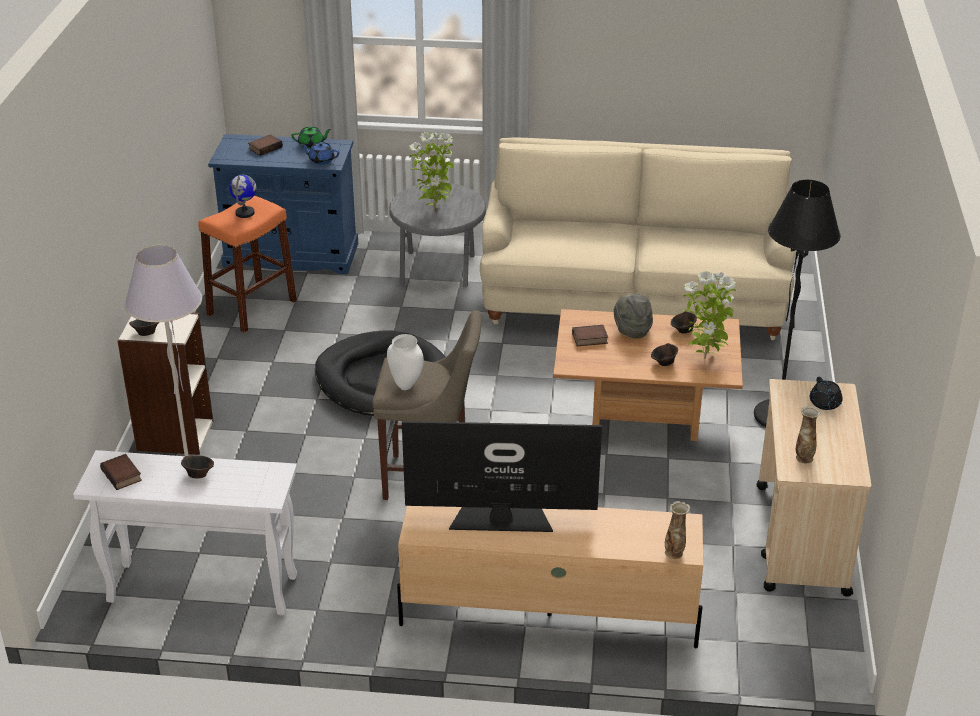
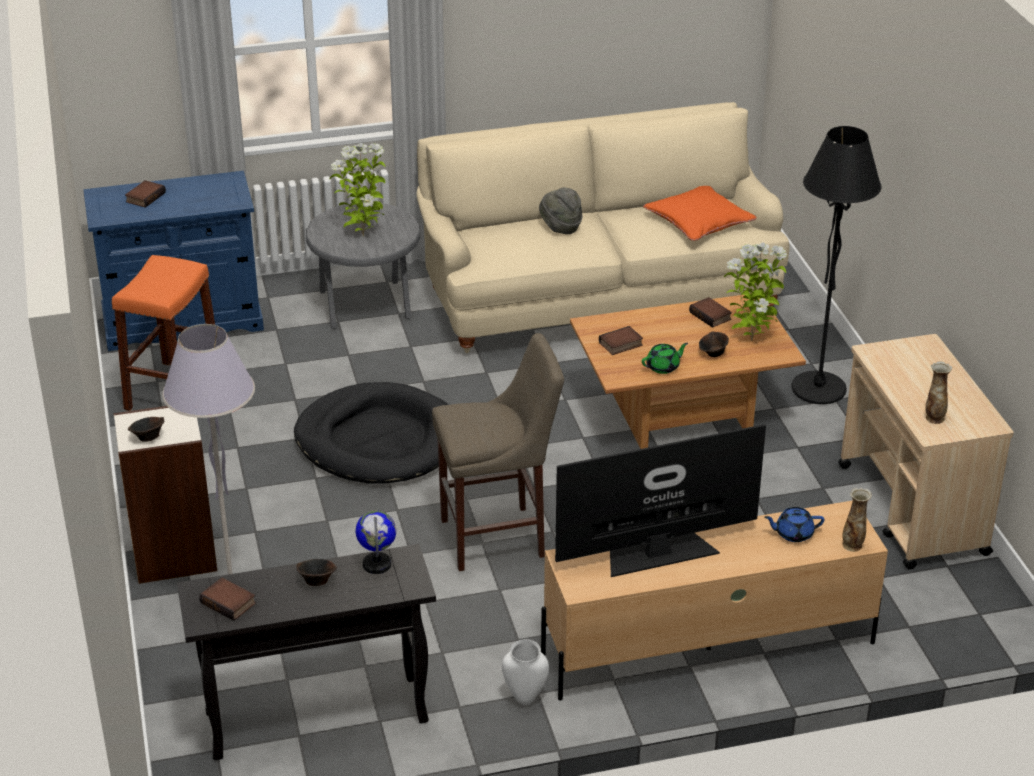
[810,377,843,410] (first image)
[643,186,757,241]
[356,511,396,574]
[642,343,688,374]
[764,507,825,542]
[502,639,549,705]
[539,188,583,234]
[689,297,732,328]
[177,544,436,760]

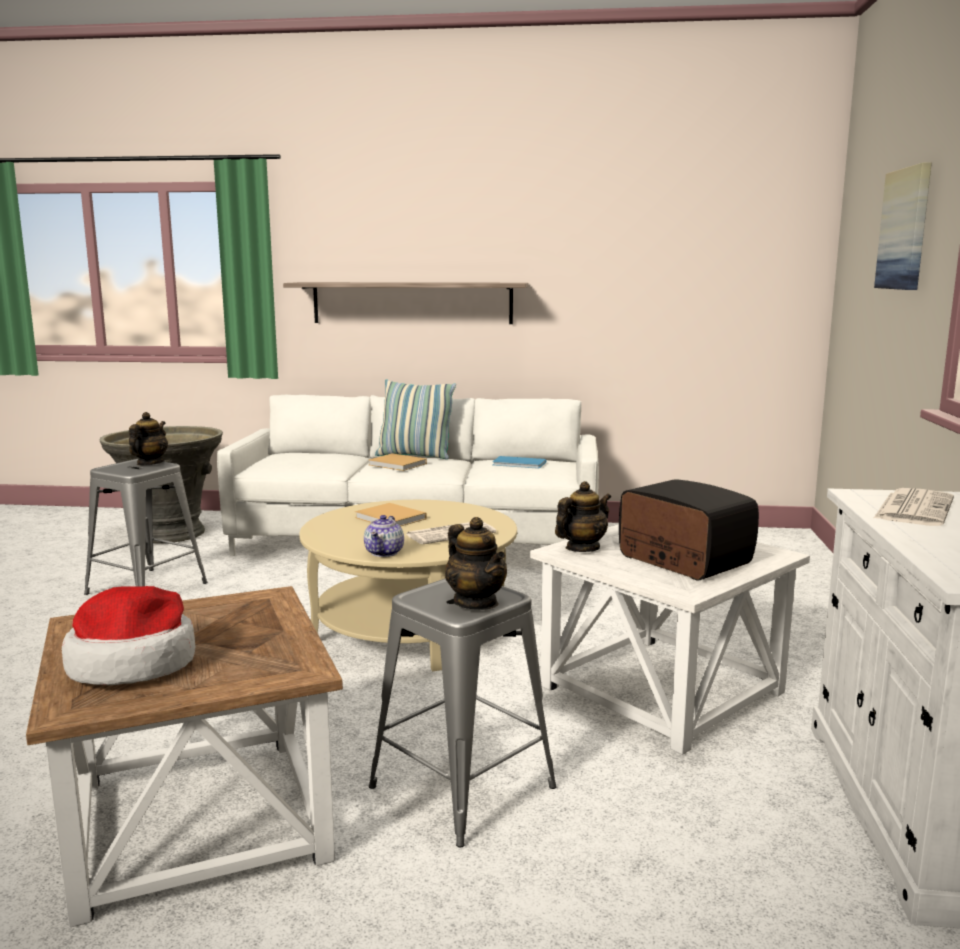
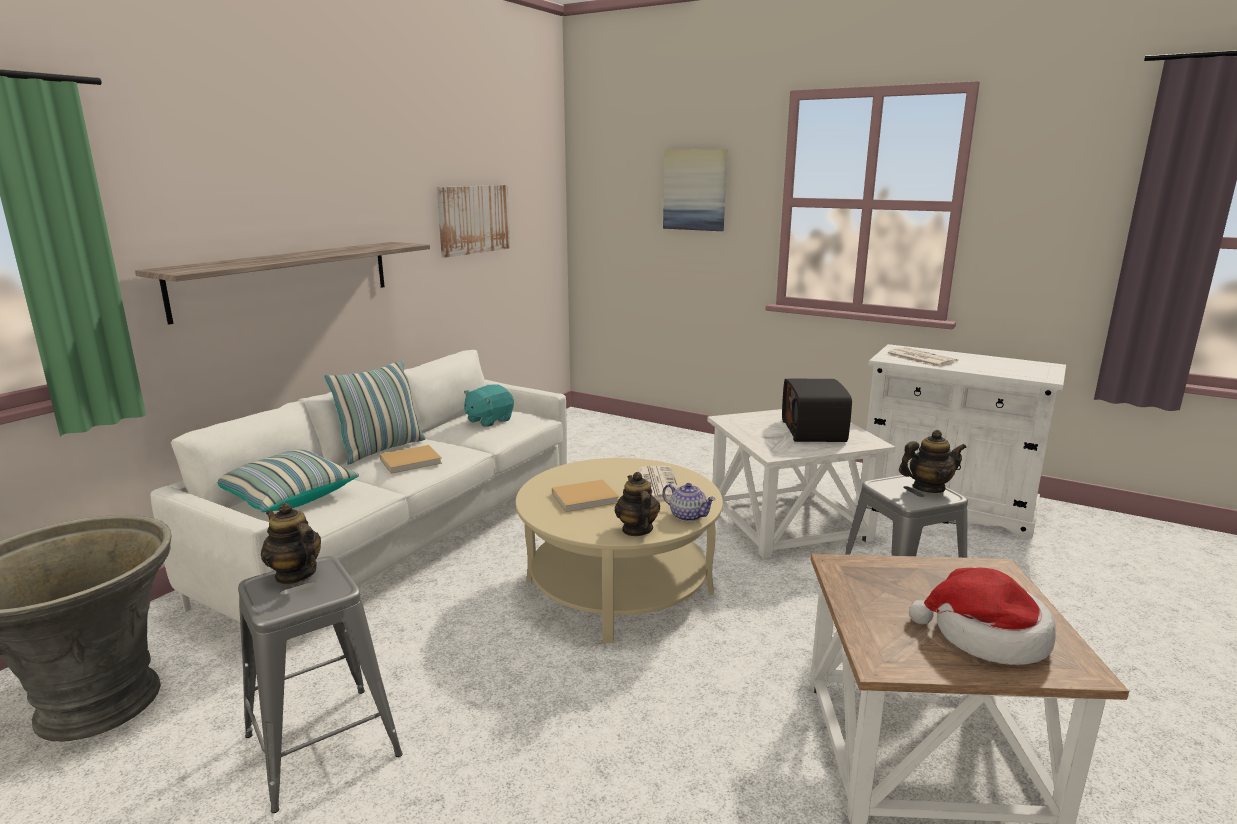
[218,450,359,512]
[437,185,510,258]
[615,472,660,536]
[464,384,514,427]
[782,379,852,442]

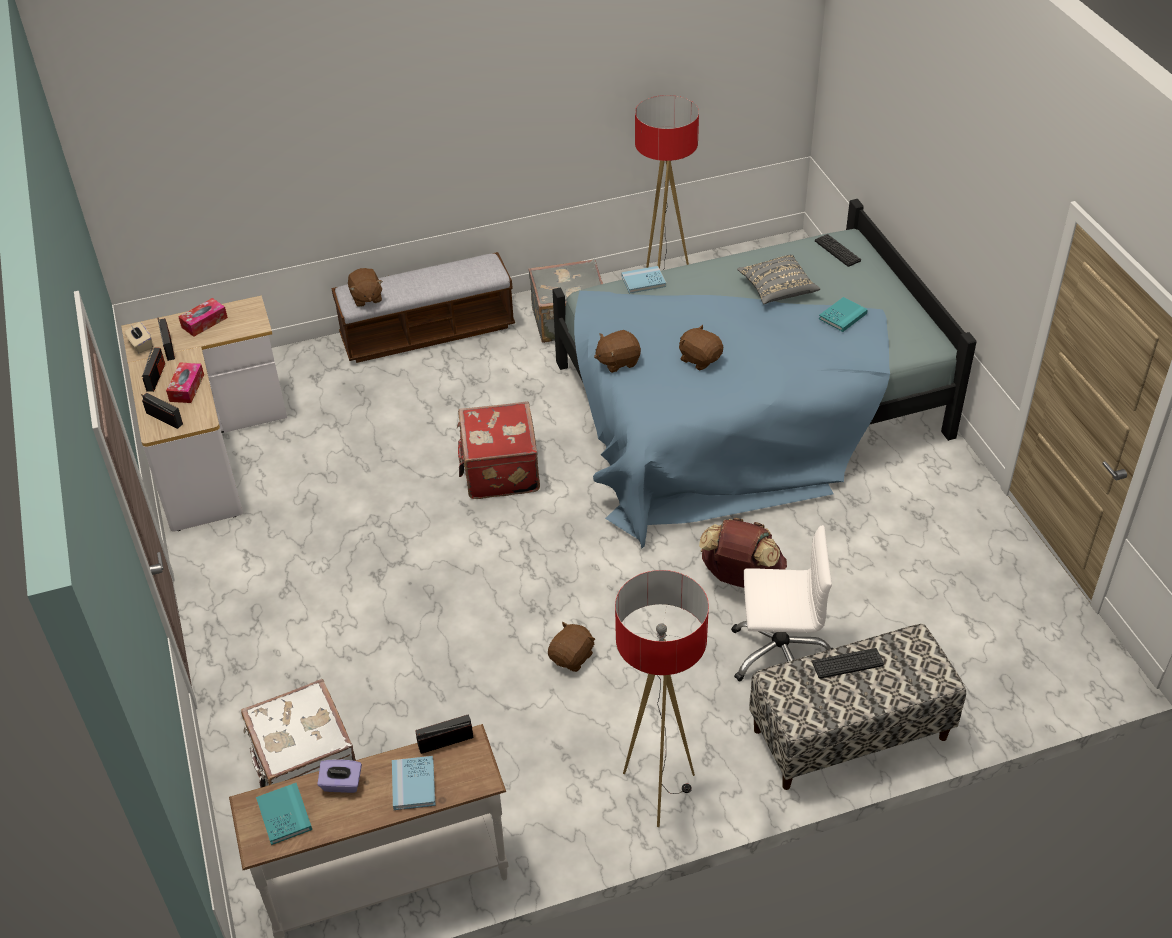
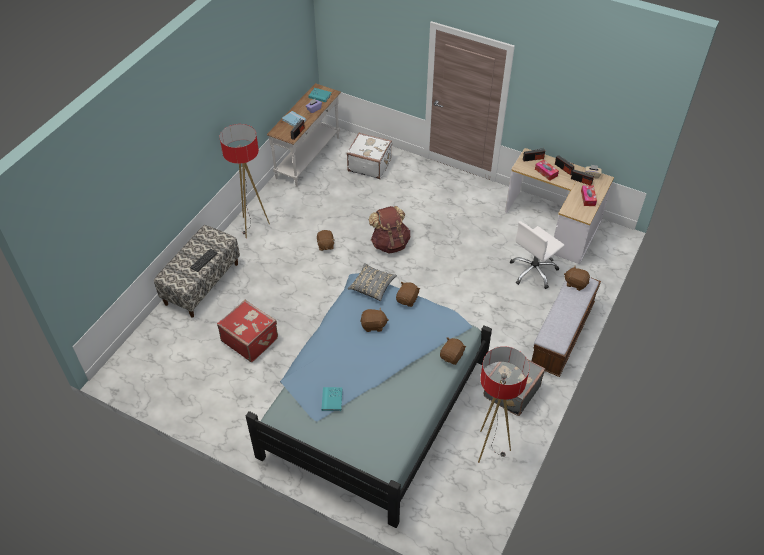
[815,234,861,267] (first image)
[217,300,278,362]
[369,206,410,254]
[510,221,564,289]
[348,263,397,301]
[440,337,466,365]

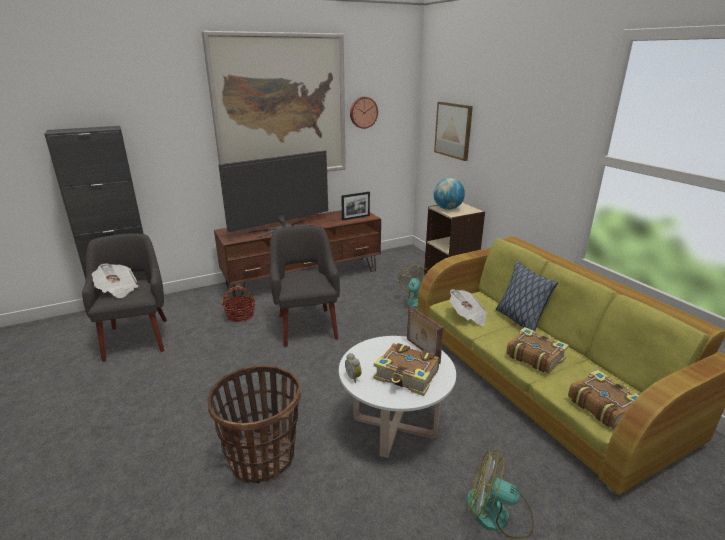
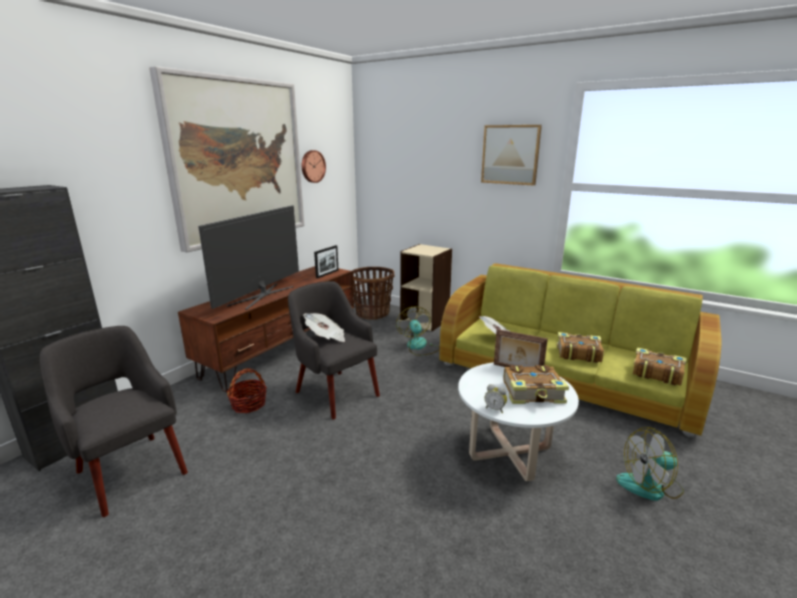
[433,178,465,210] (first image)
[495,261,558,331] (first image)
[303,313,345,342]
[352,267,395,320]
[481,125,542,186]

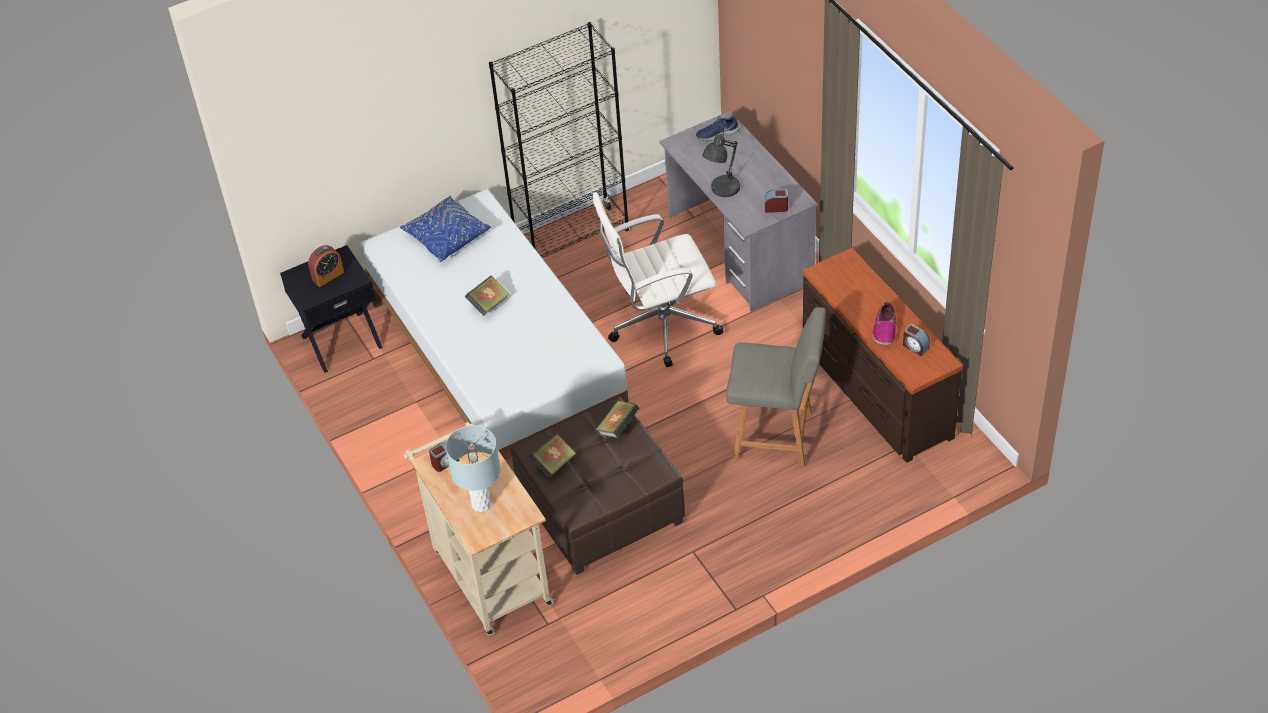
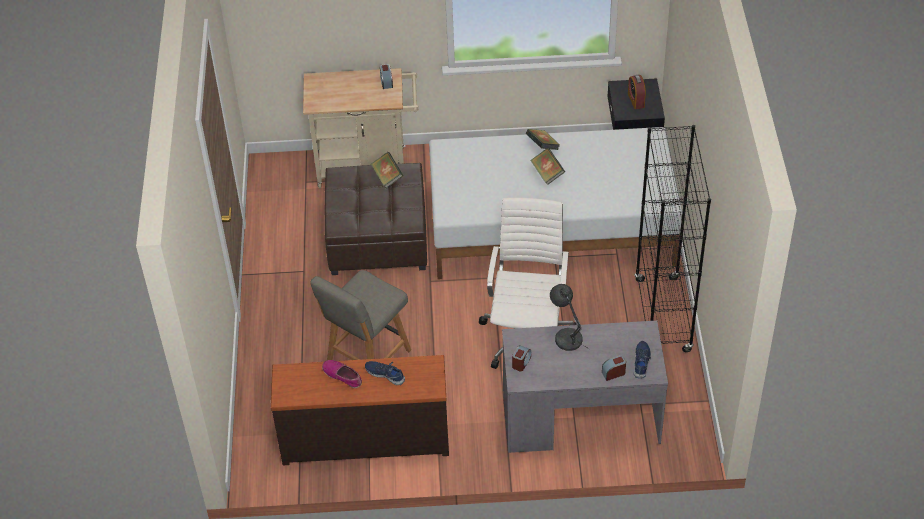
[400,196,491,262] (first image)
[446,425,501,512] (first image)
[365,361,405,385]
[526,129,560,150]
[602,355,626,381]

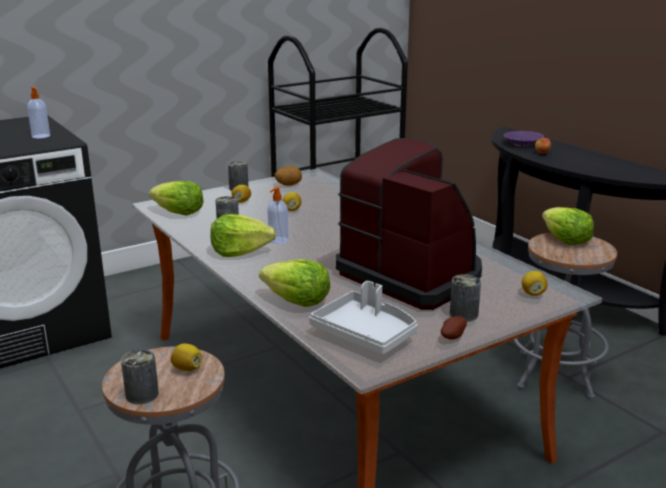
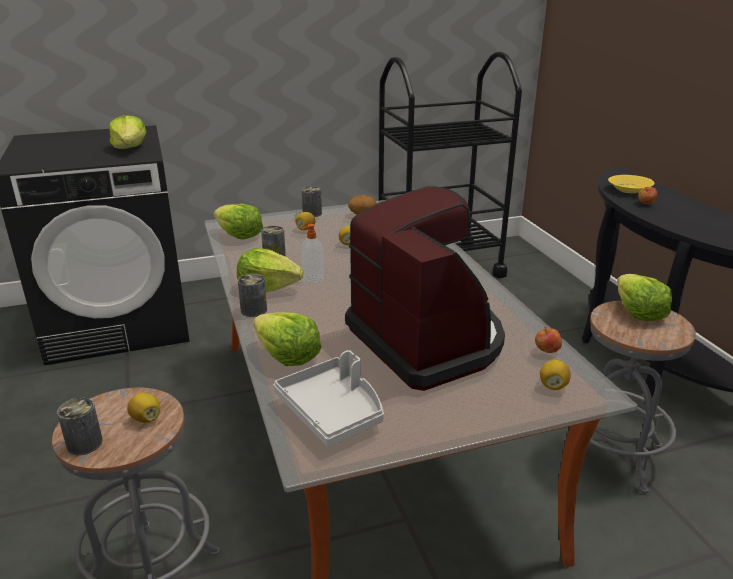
[441,316,467,340] (first image)
[535,327,562,353]
[238,274,267,317]
[109,115,147,149]
[608,175,654,193]

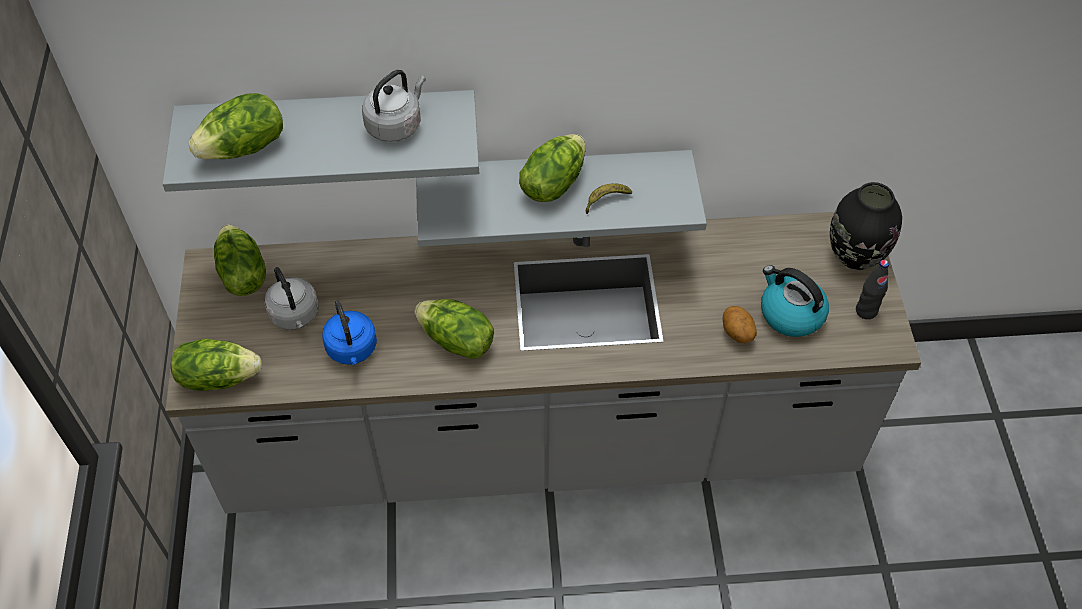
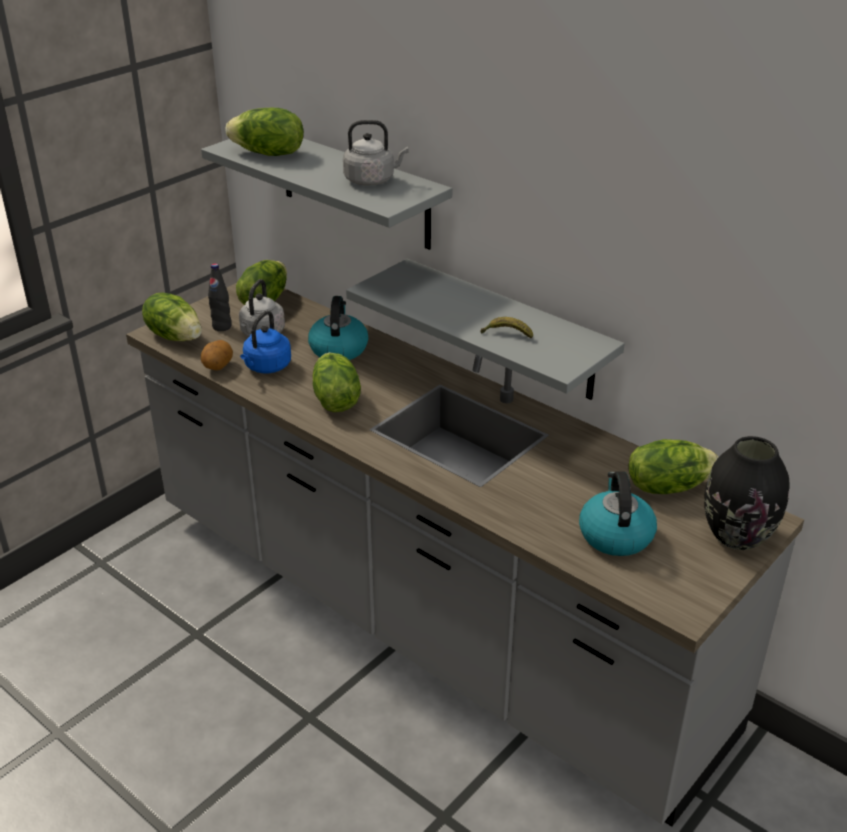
[308,296,368,360]
[628,439,719,494]
[201,340,233,370]
[208,263,232,331]

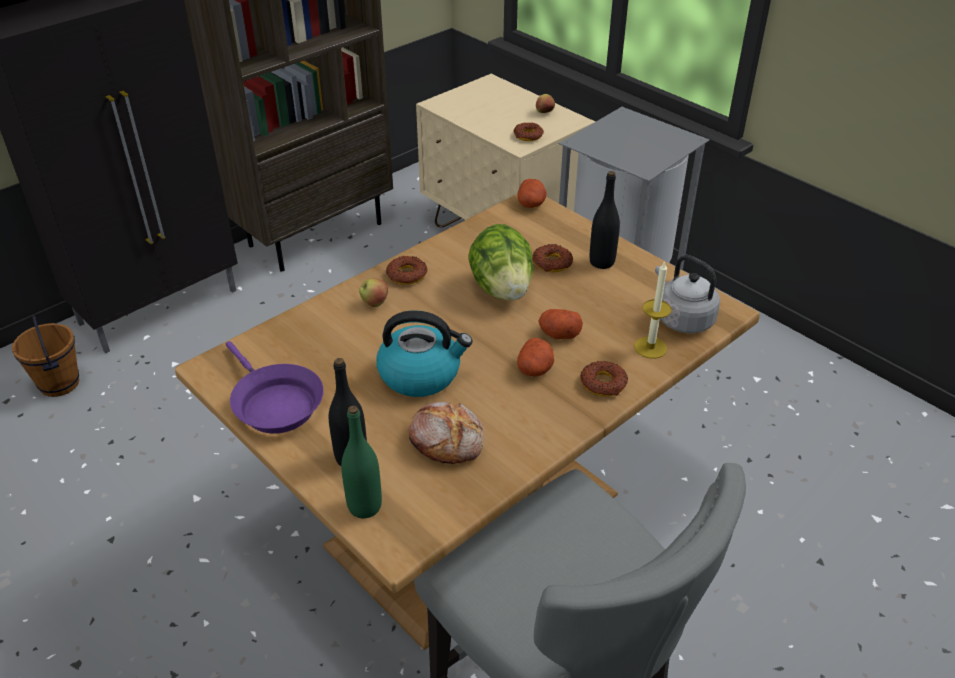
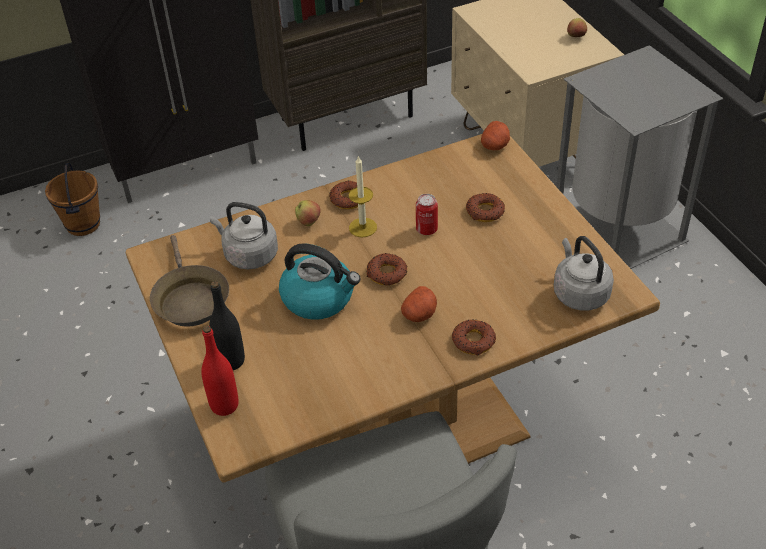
[408,402,484,464] (first image)
[539,309,583,339] (first image)
[590,171,620,269] (first image)
[210,202,278,269]
[366,253,407,285]
[349,155,377,238]
[416,194,438,235]
[150,235,229,327]
[201,326,239,416]

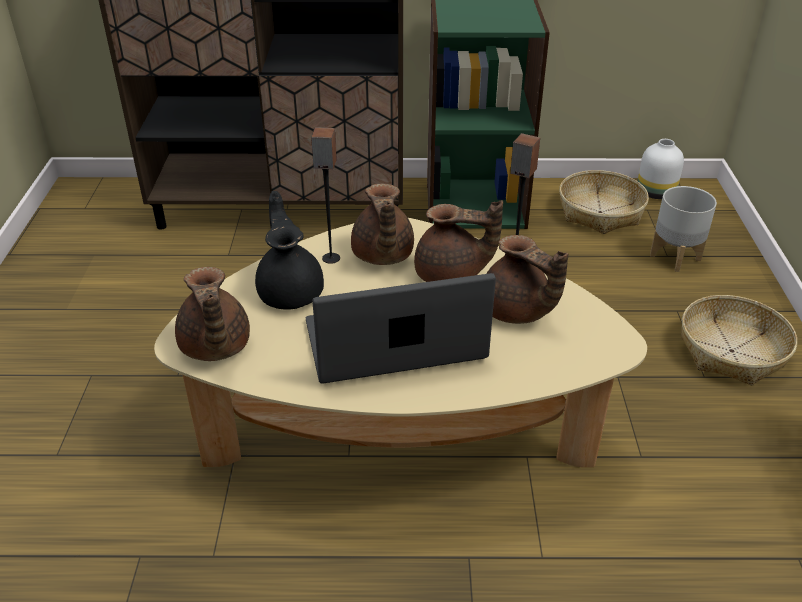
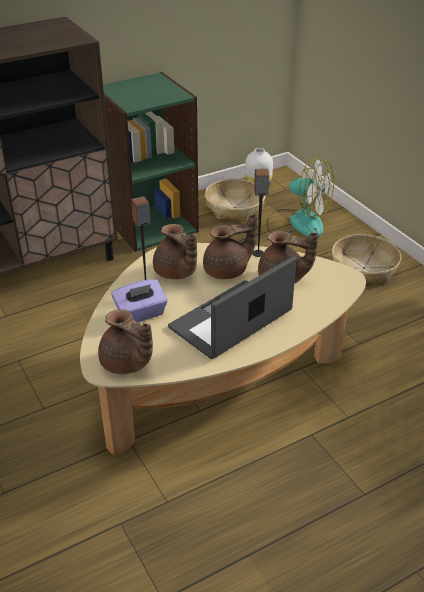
[112,279,168,322]
[266,157,334,237]

